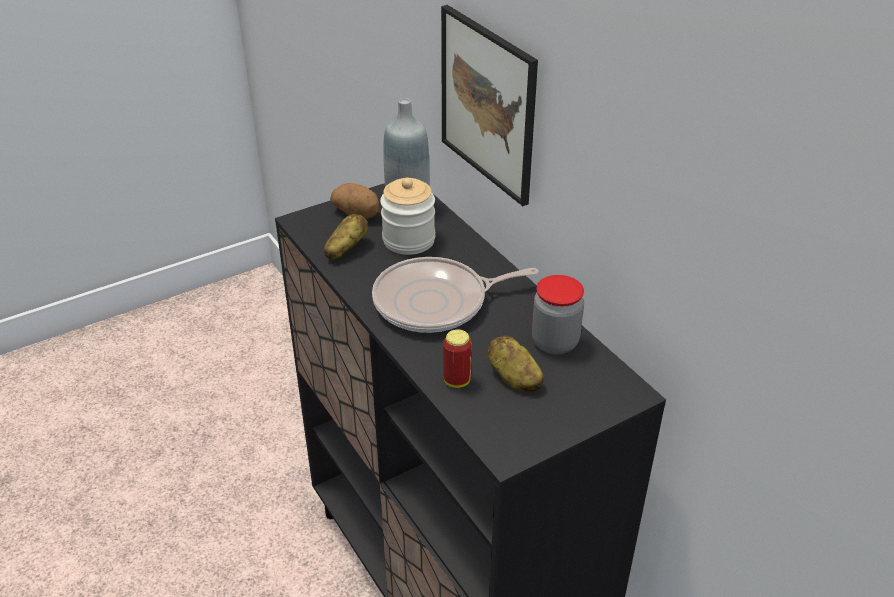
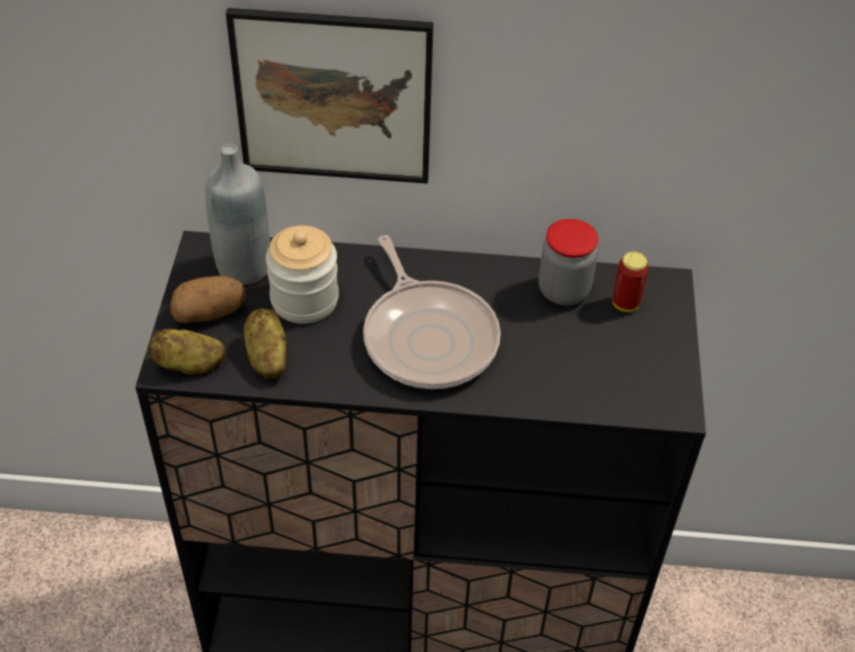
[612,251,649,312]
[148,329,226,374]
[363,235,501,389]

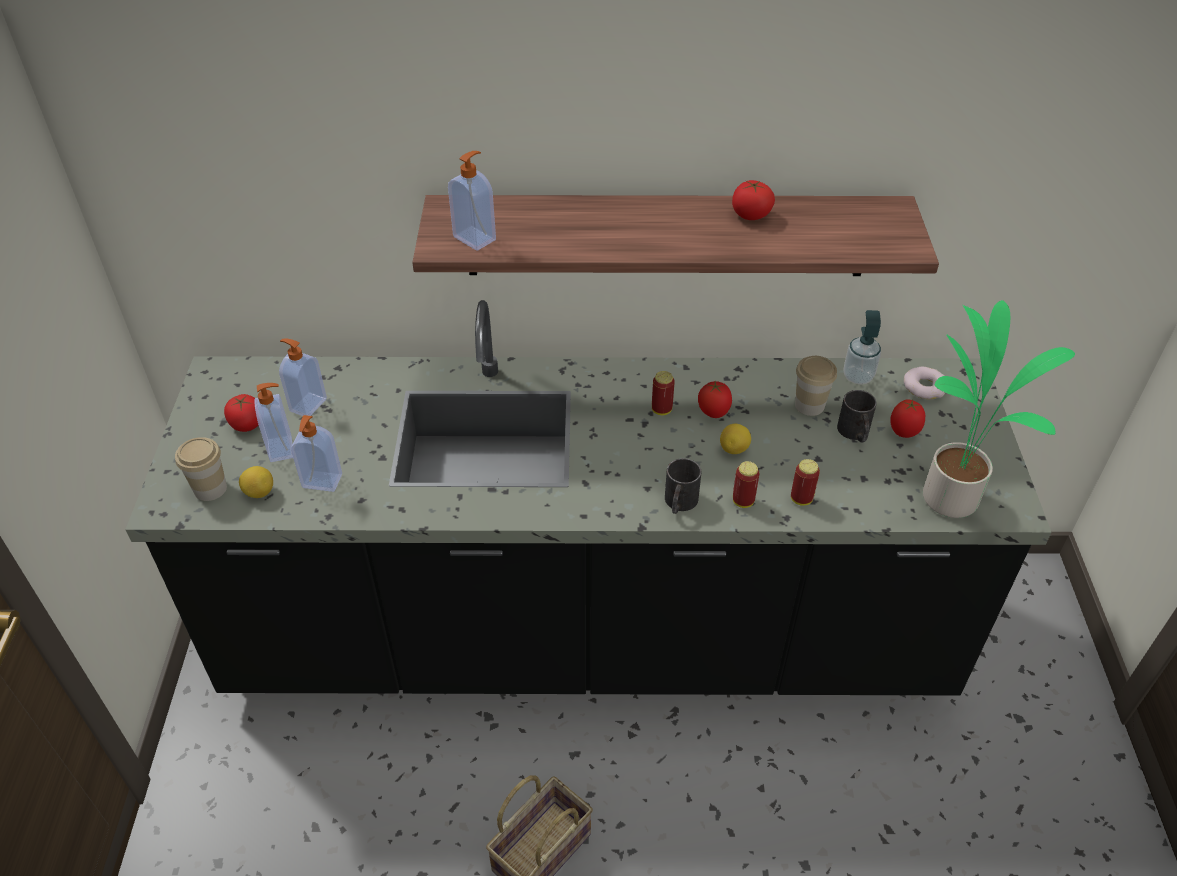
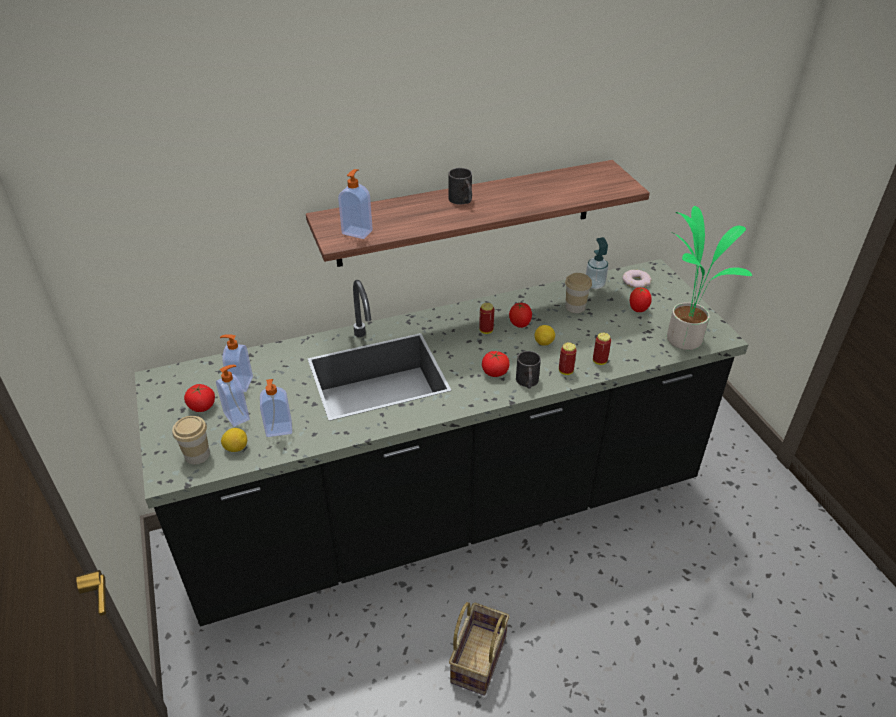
[482,351,510,377]
[449,168,472,205]

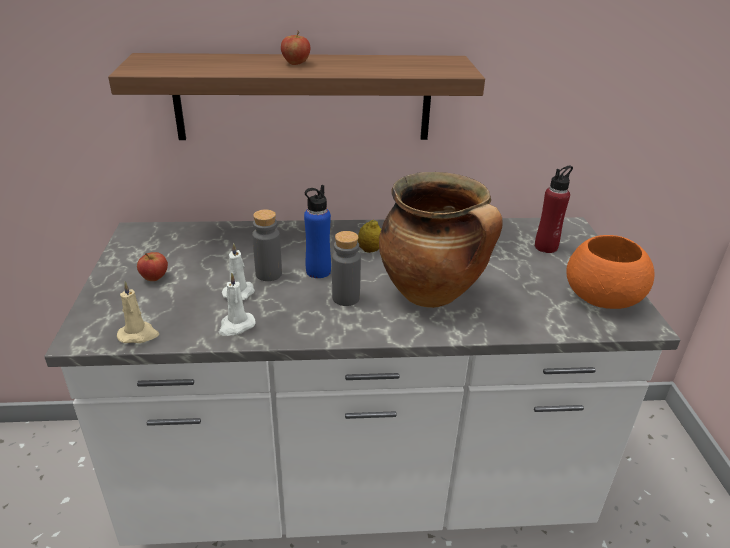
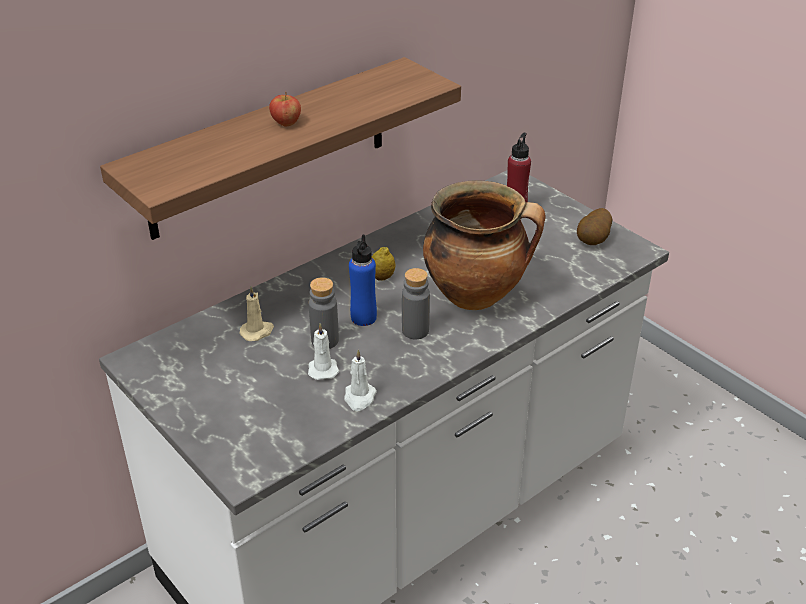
[137,252,168,281] (first image)
[240,286,274,341]
[577,208,612,245]

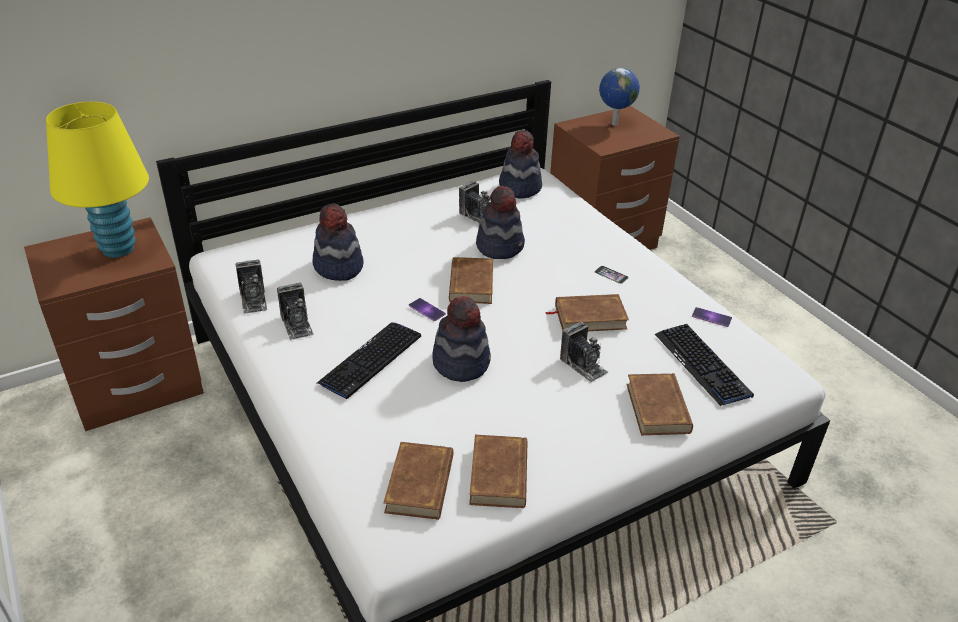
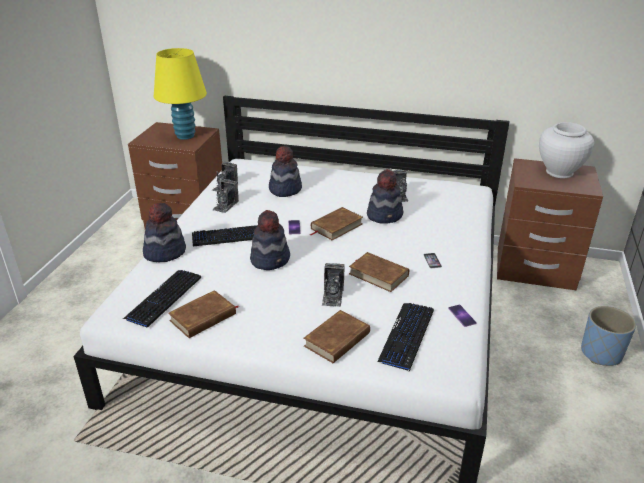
[581,306,636,366]
[143,203,186,262]
[123,270,201,328]
[539,122,594,178]

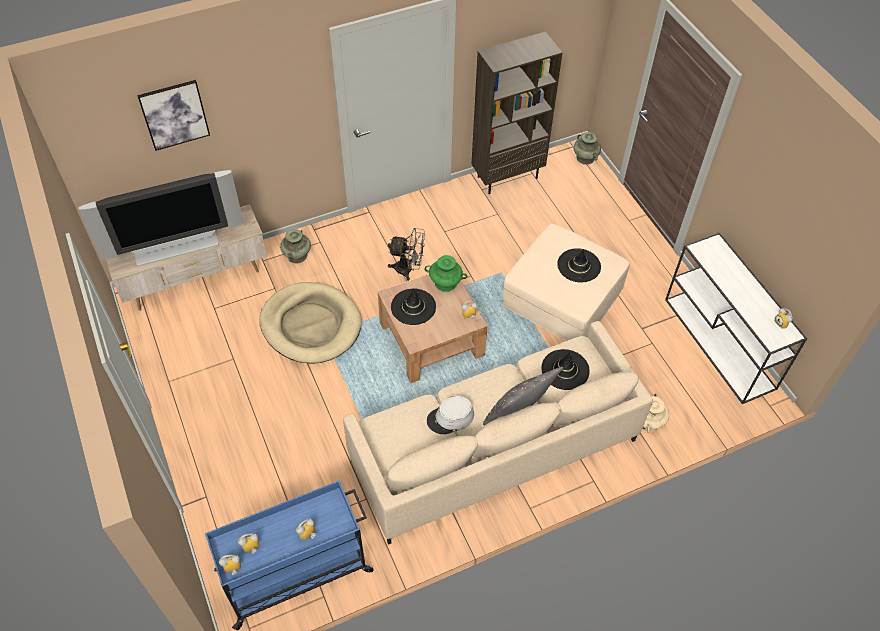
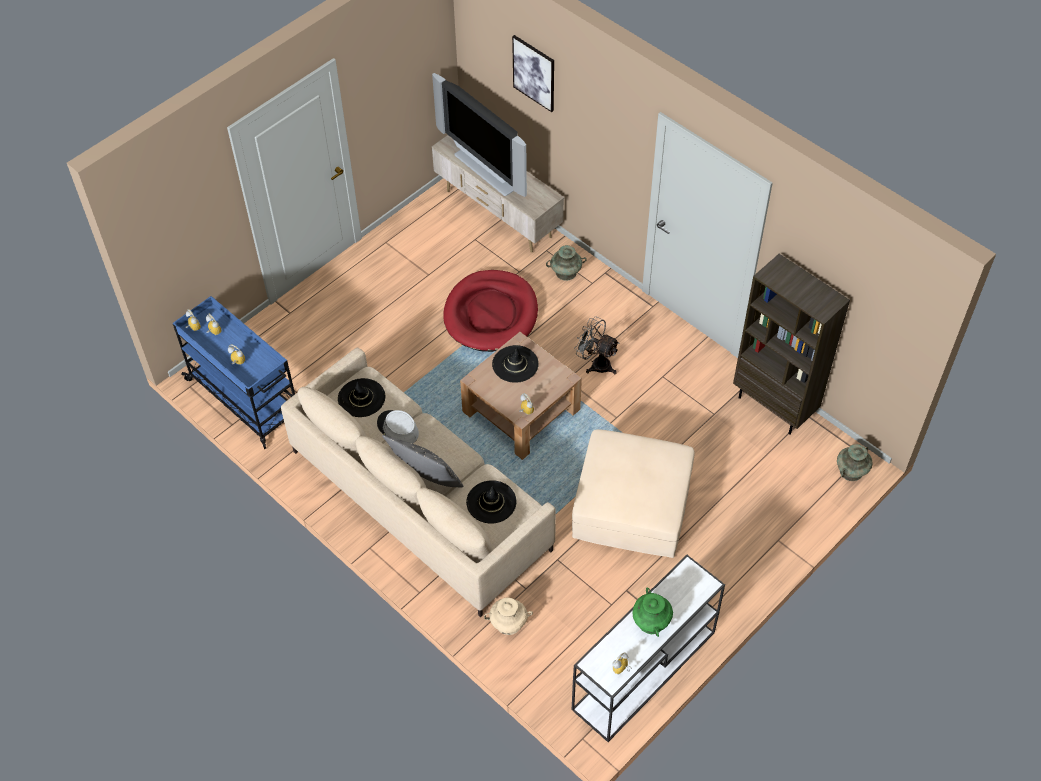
[632,588,673,637]
[338,378,385,417]
[443,270,538,352]
[574,317,620,374]

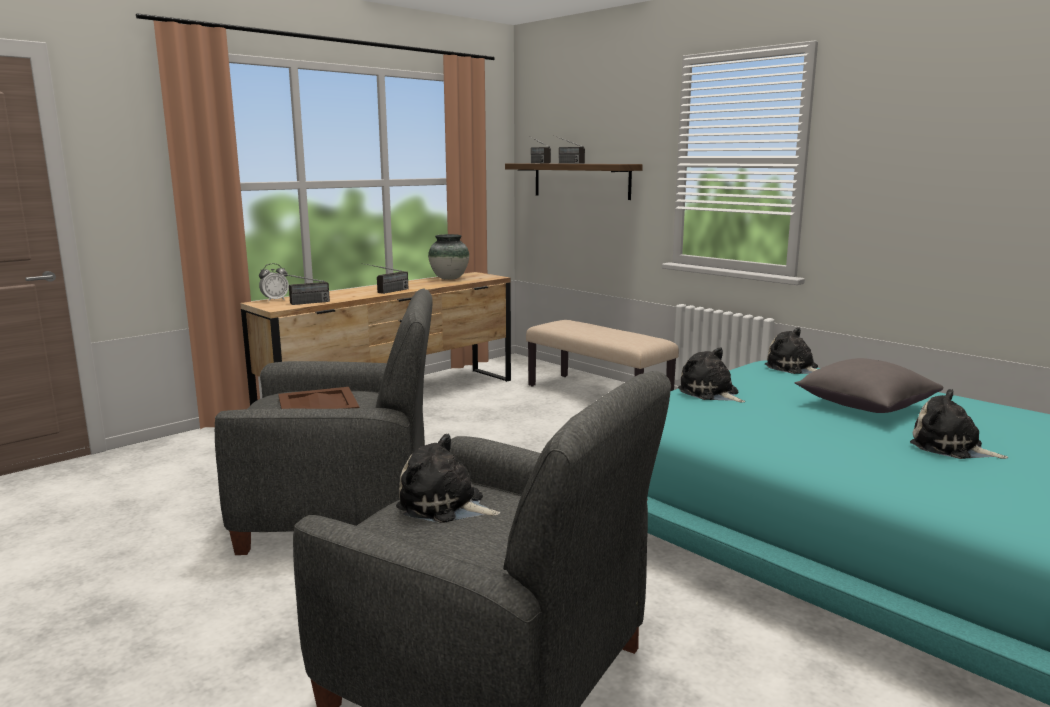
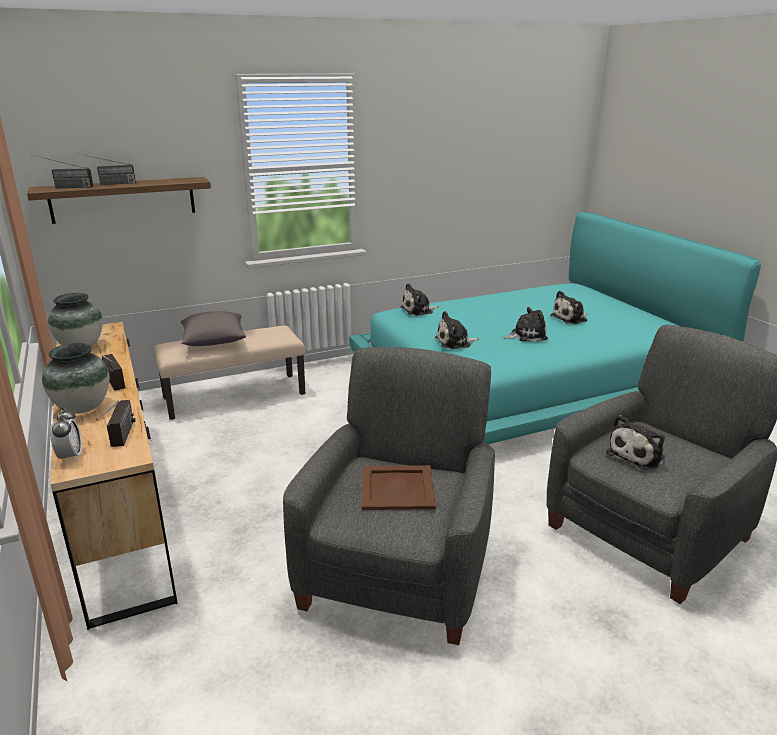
[42,343,109,414]
[503,307,548,342]
[180,311,246,346]

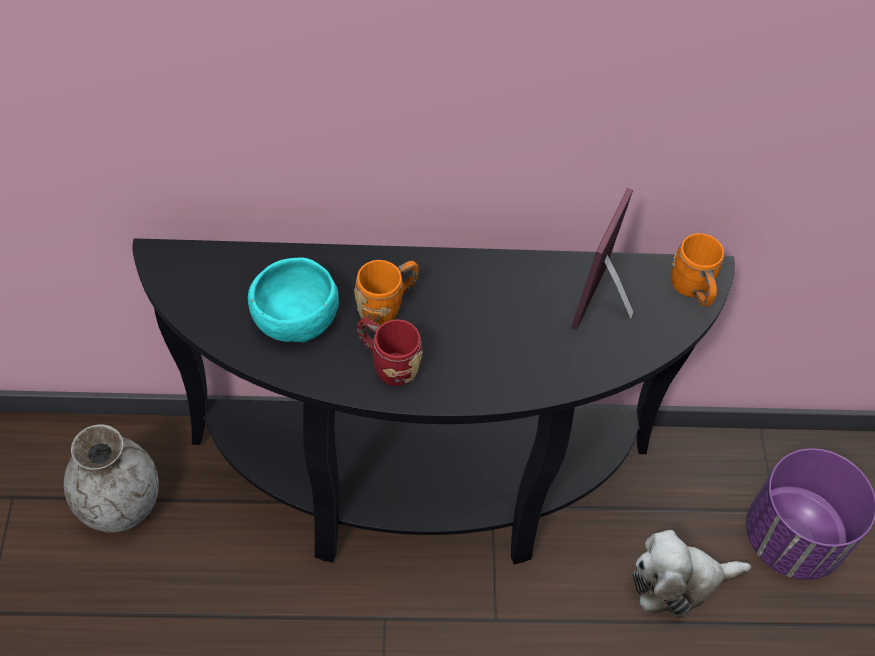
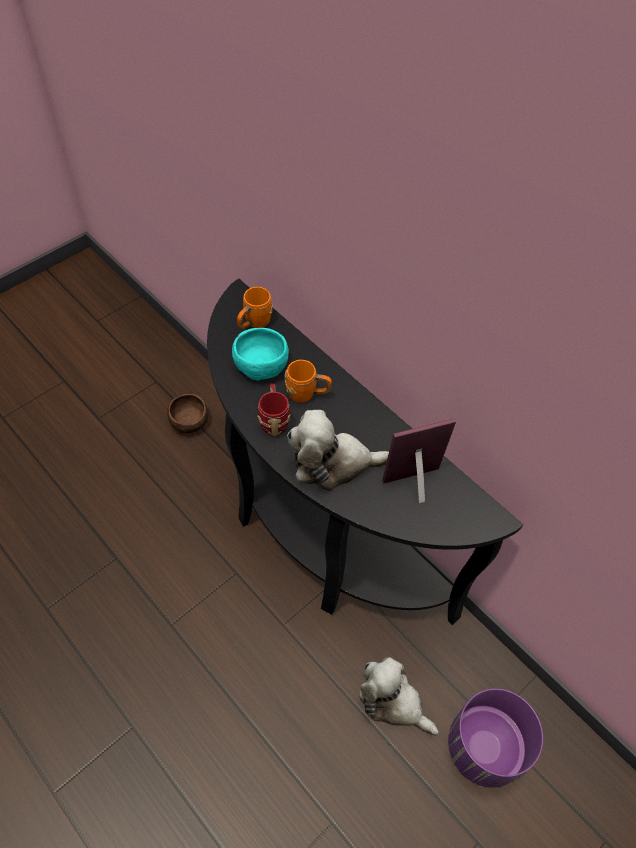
[287,410,389,491]
[237,287,273,329]
[167,394,208,434]

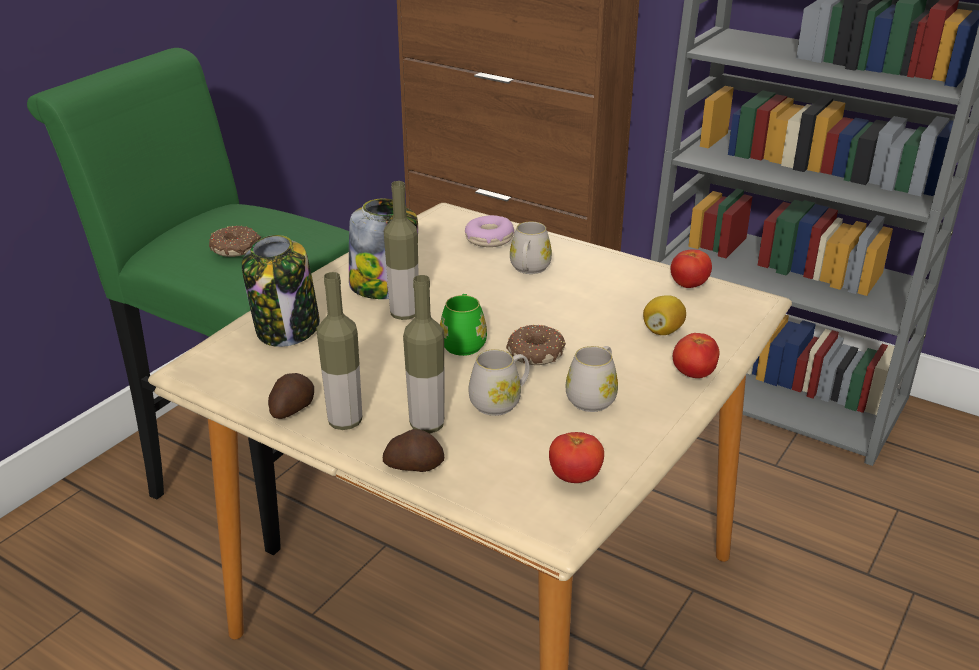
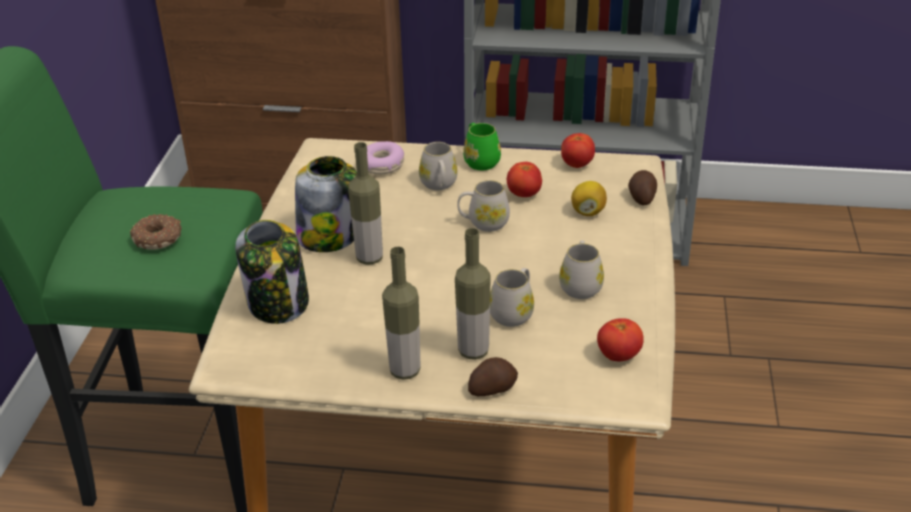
[506,324,566,365] (first image)
[457,180,510,232]
[628,170,657,205]
[463,123,501,170]
[507,162,542,197]

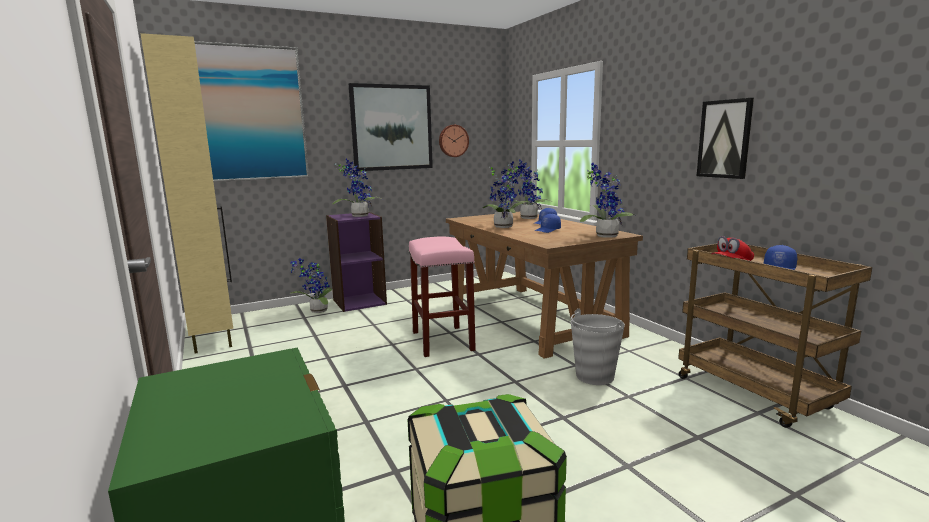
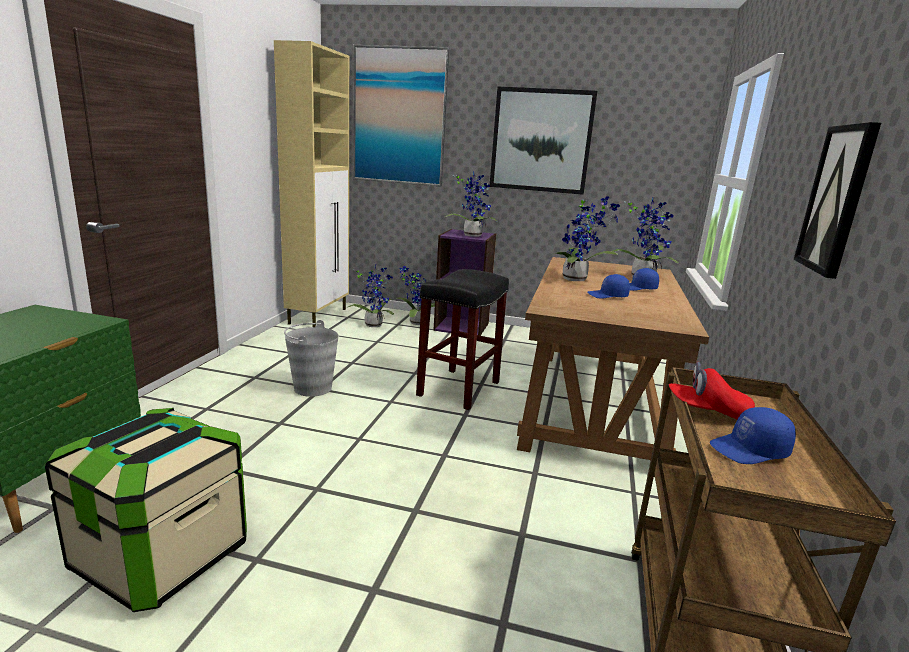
[439,125,469,157] (first image)
[284,320,339,397]
[348,265,394,327]
[416,269,509,410]

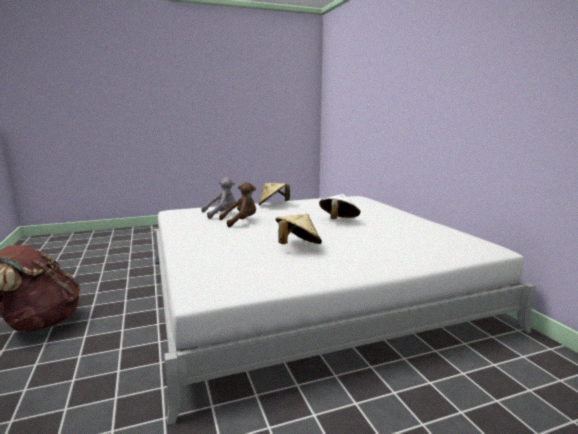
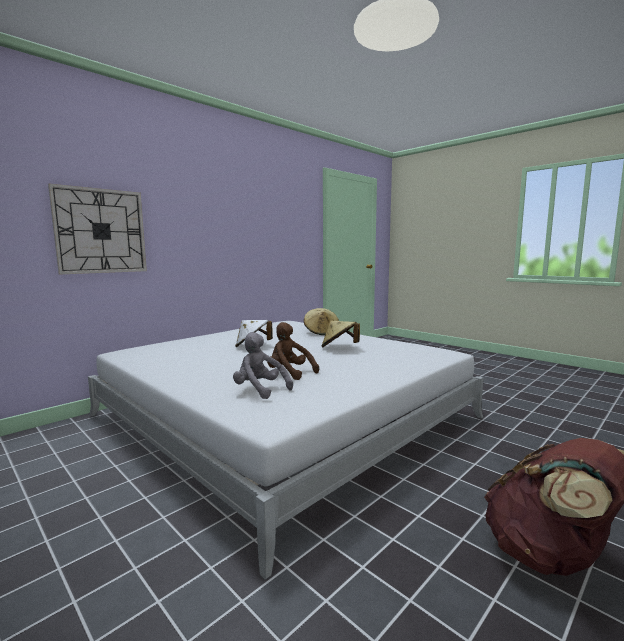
[48,183,147,274]
[304,308,339,335]

